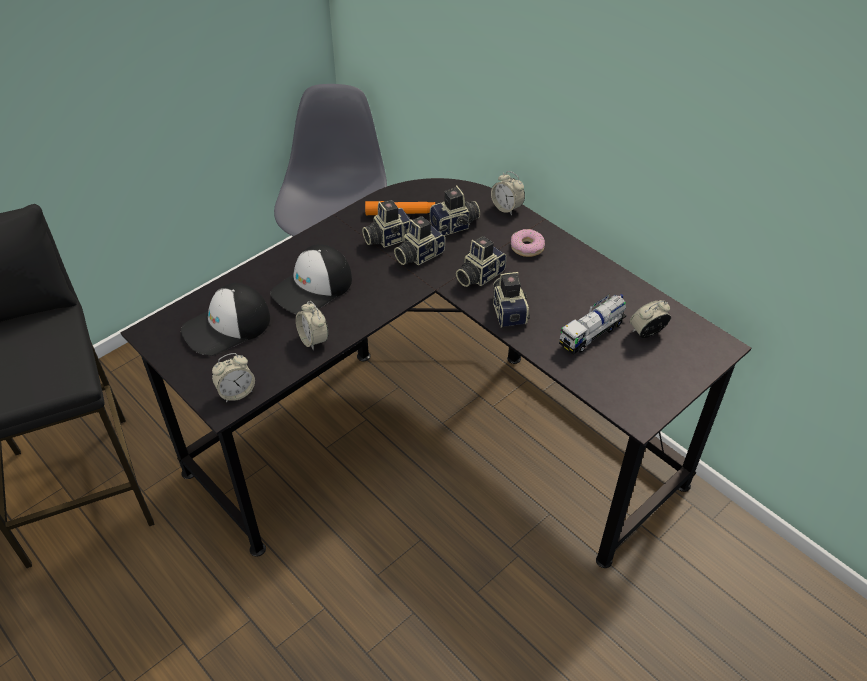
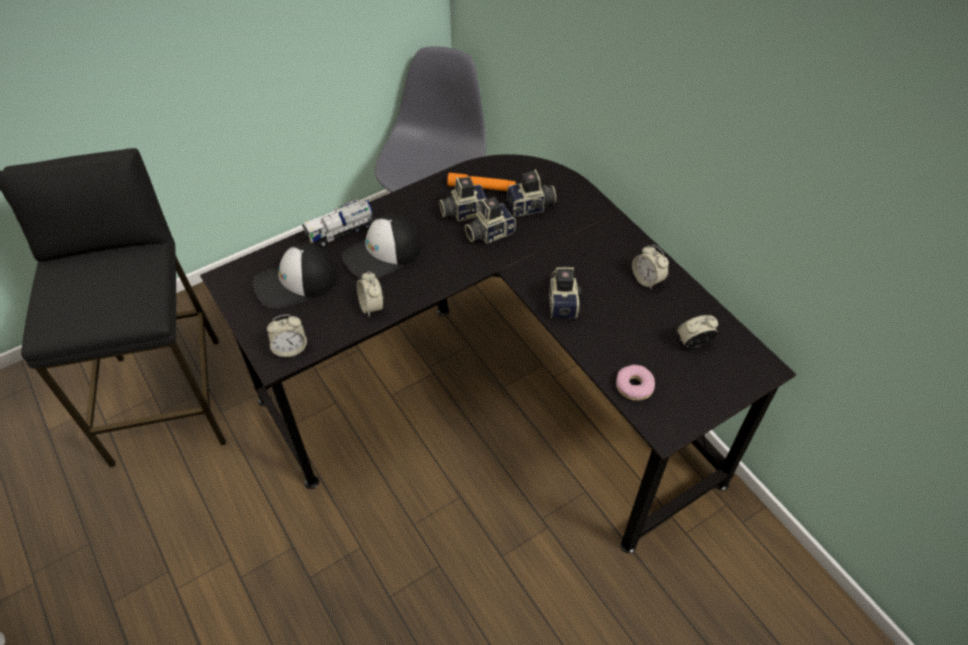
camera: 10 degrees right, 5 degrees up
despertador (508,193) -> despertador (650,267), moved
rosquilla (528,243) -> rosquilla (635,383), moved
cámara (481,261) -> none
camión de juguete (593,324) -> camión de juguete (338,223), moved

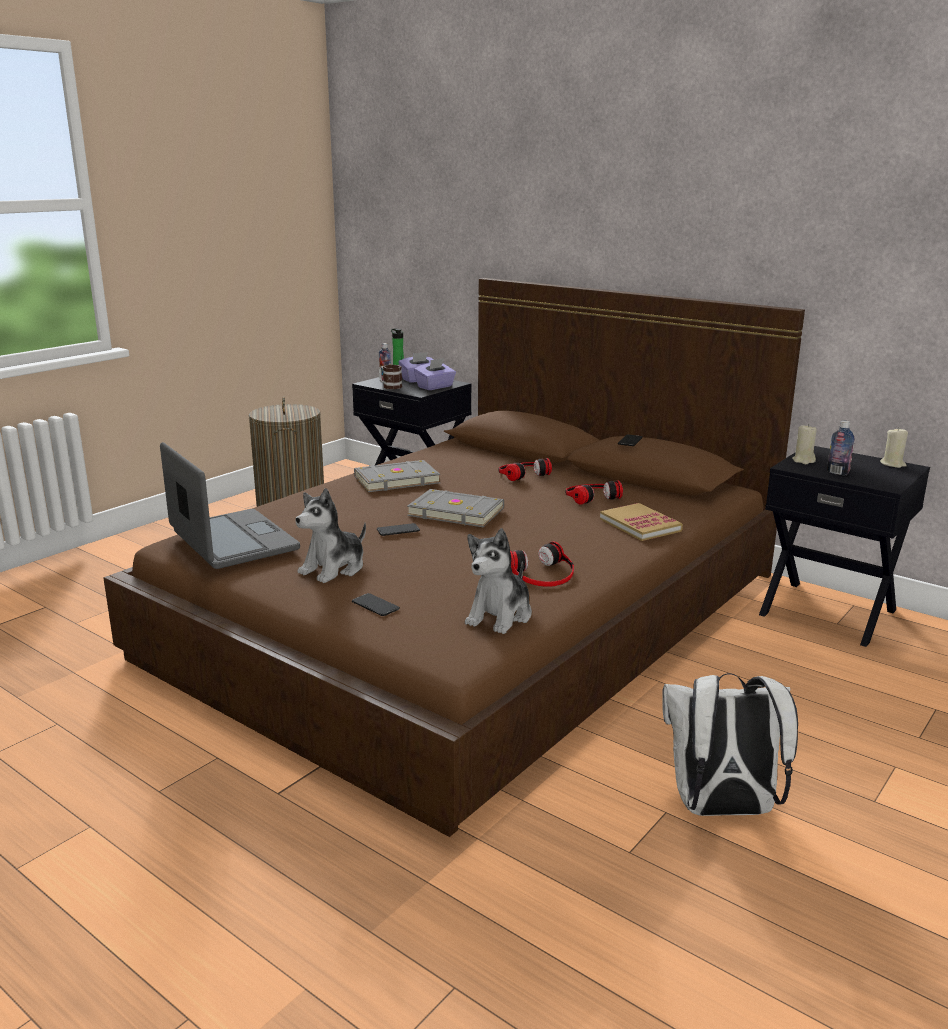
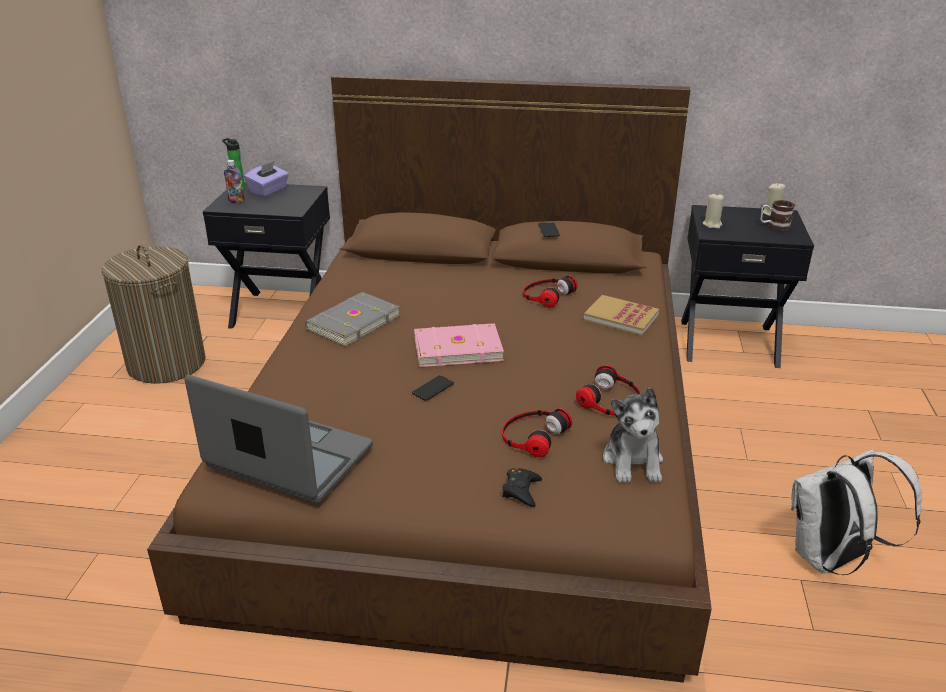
camera: 30 degrees left, 10 degrees up
caja de pañuelos/morado (435,374) -> none
taza grande (390,377) -> taza grande (777,215), moved
botella (841,448) -> none
auriculares (525,469) -> auriculares (537,432), moved
peluche (330,535) -> none
libro/gris (455,508) -> libro/rosa (459,345)
móvil (376,604) -> mando de consola/negro (522,487)

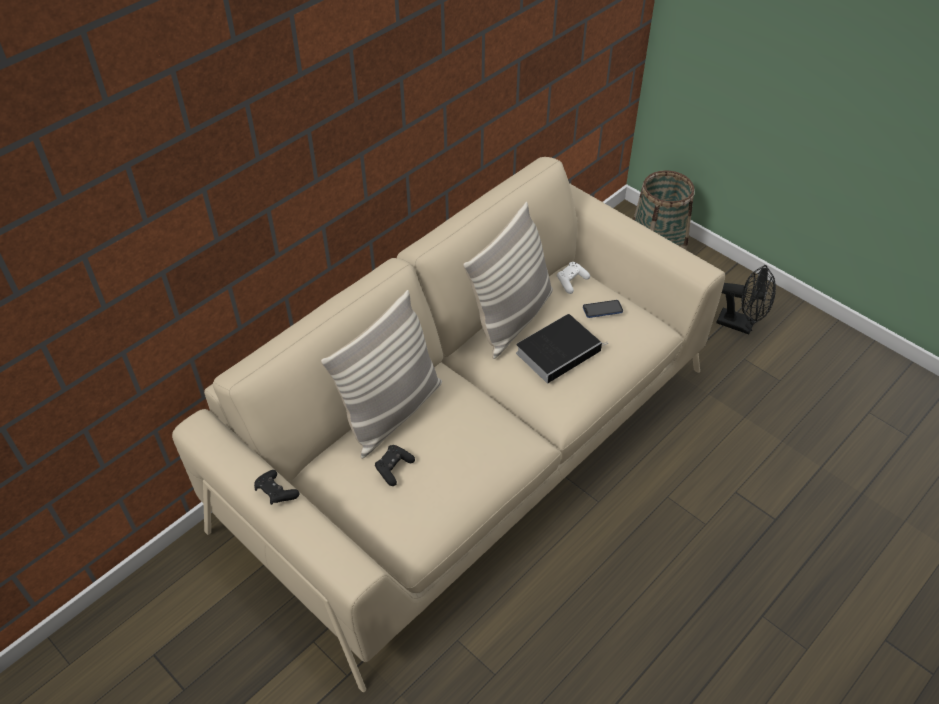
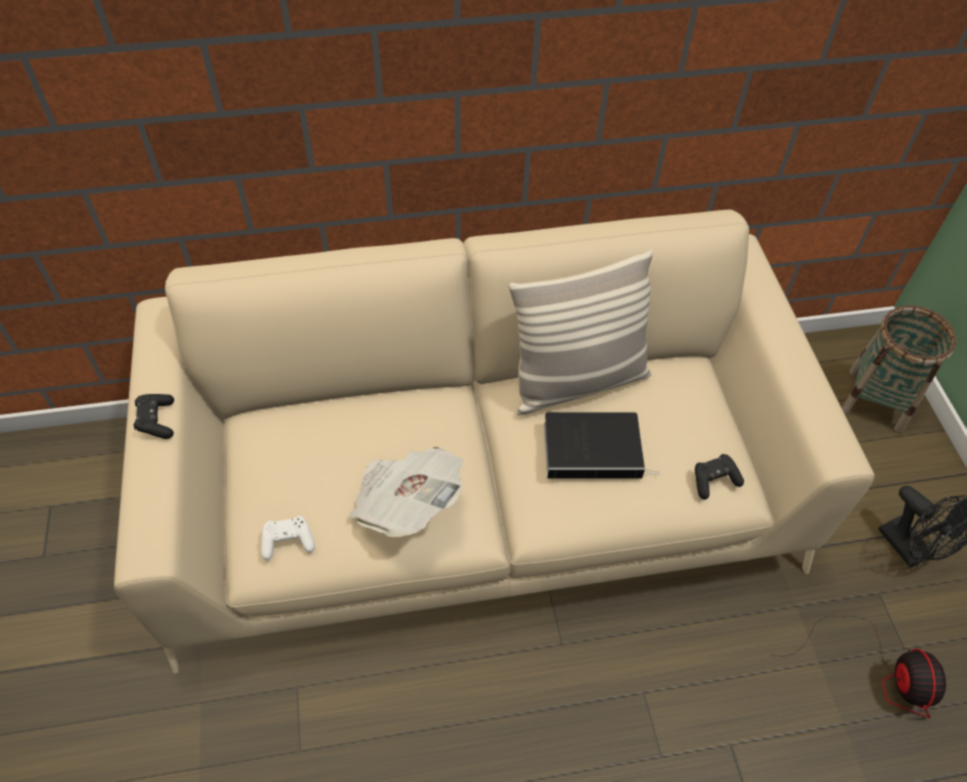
camera: 35 degrees right, 5 degrees up
mando de consola/blanco (573,278) -> mando de consola/blanco (288,537), moved
cojín (381,374) -> none
móvil (603,309) -> none
mando de consola/negro (395,465) -> mando de consola/negro (719,476), moved
none -> periódico (406,492)
none -> ventilador (858,667)

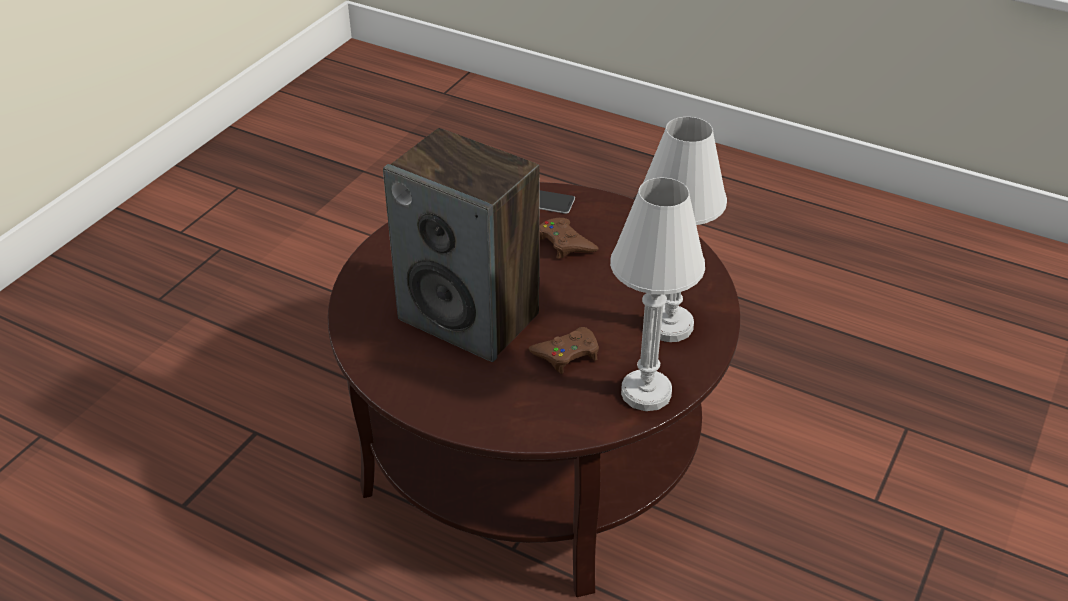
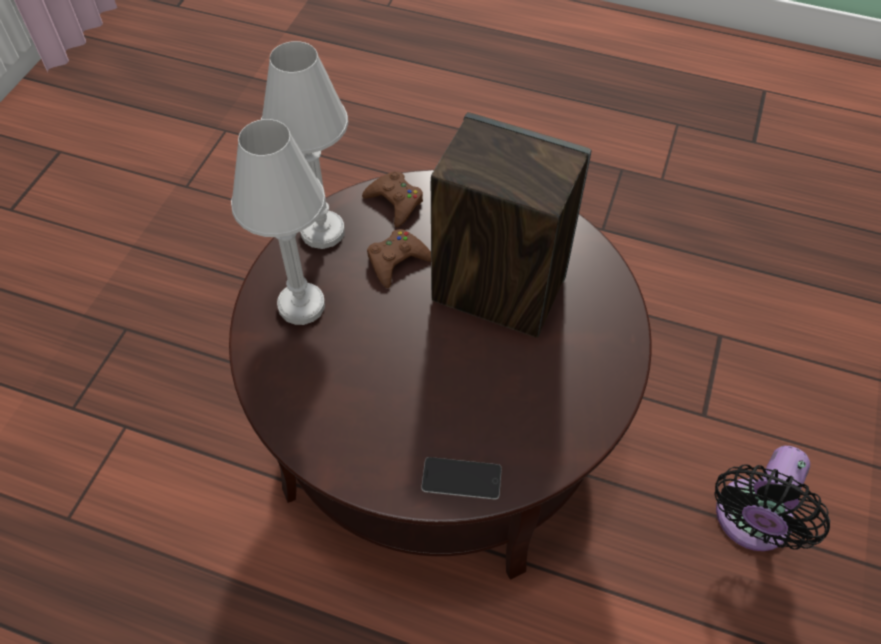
camera: 170 degrees right, 15 degrees up
mando de consola/marrón (569,238) -> mando de consola/marrón (392,199), moved
none -> ventilador/negro (772,498)

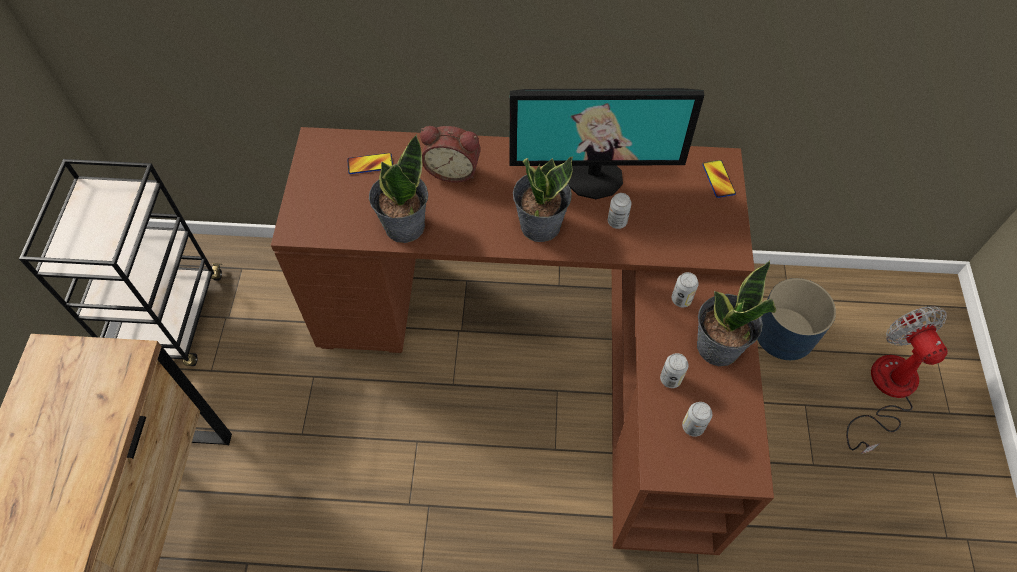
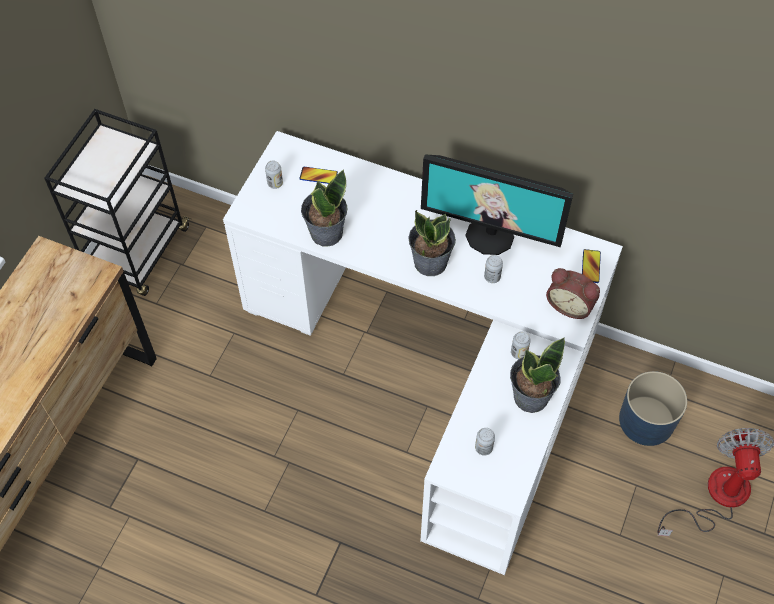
camera: 20 degrees right, 0 degrees up
despertador (450,154) -> despertador (573,293), moved
escritorio/marrón (522,341) -> escritorio/blanco (423,353)
lata (674,370) -> lata (274,174), moved

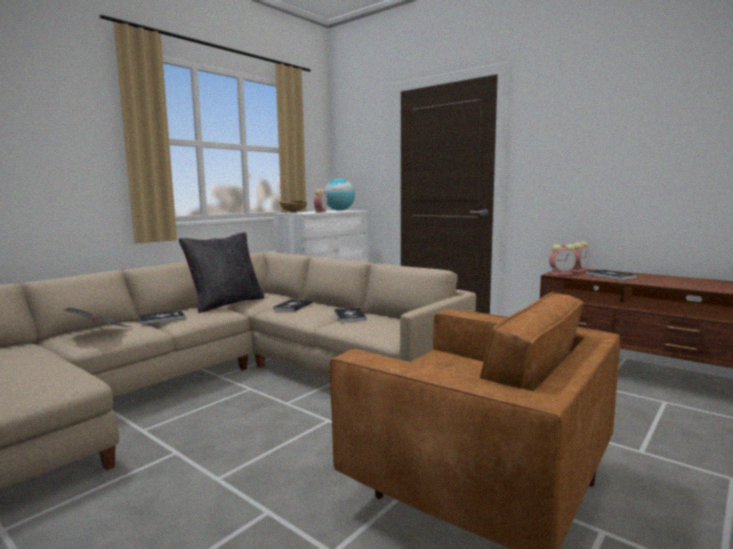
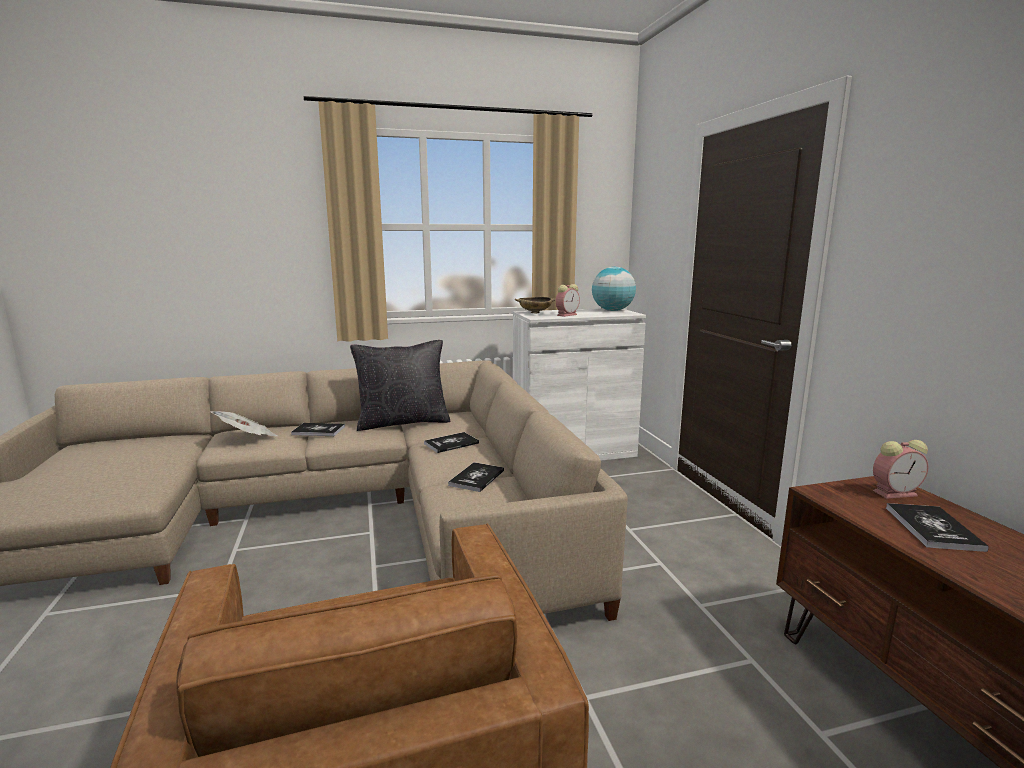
camera: 35 degrees right, 5 degrees up
despertador (562,259) -> none

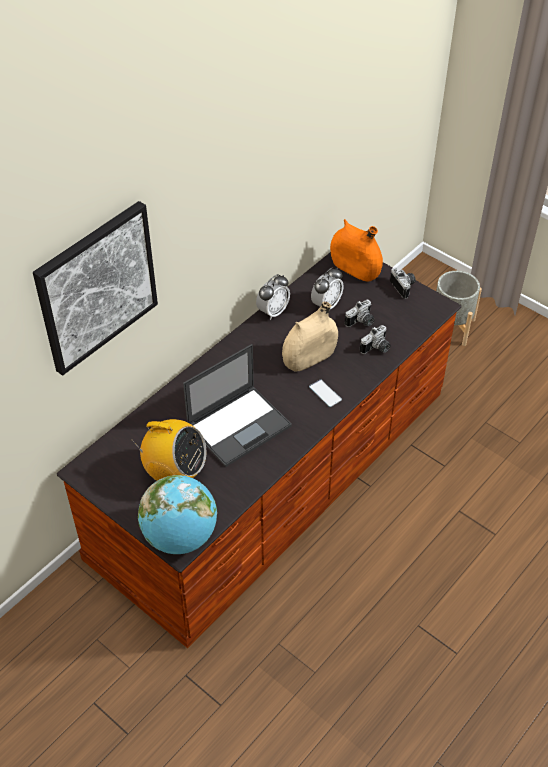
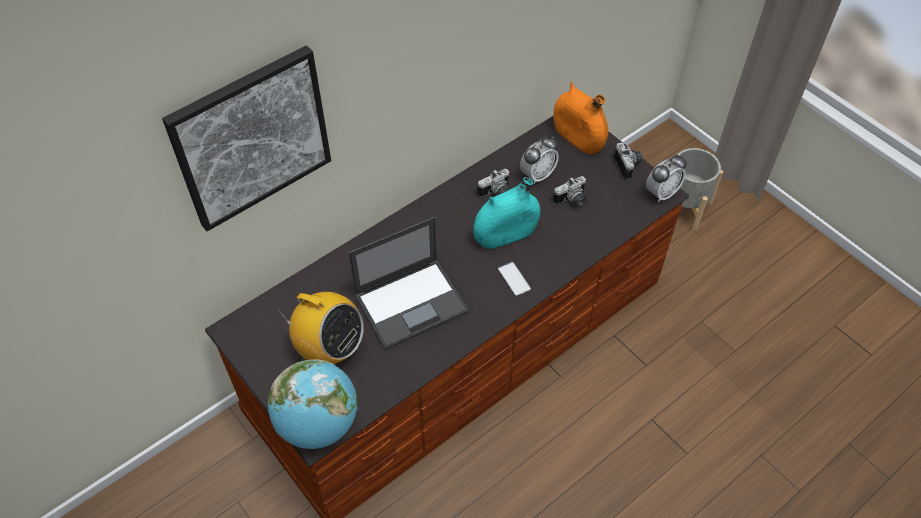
camera: 10 degrees right, 5 degrees up
despertador (273,297) -> despertador (666,179), moved
florero/beis (310,336) -> florero/turquesa (506,213)
cámara (375,339) -> cámara (493,183), moved

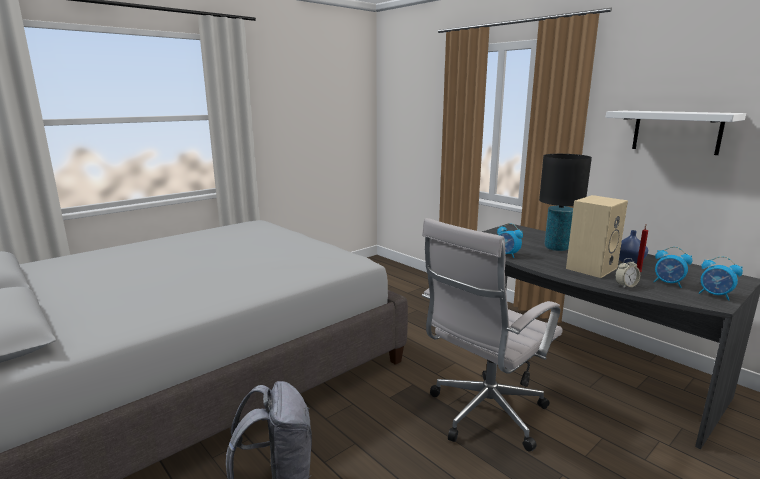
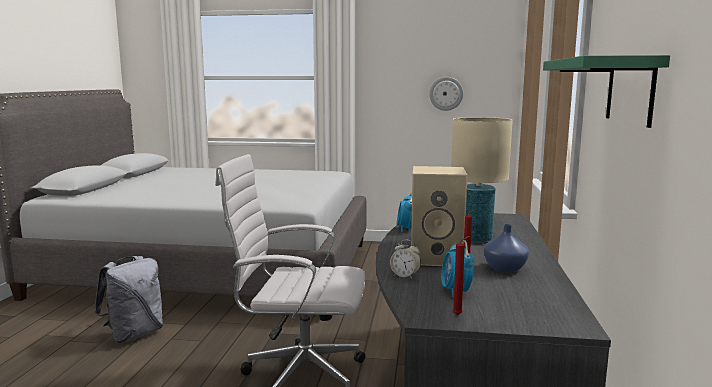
camera: 50 degrees right, 5 degrees down
estante/blanco (676,133) -> estante/verde (606,91)
lámpara de mesa/negro (565,202) -> lámpara de mesa/beis (482,180)
despertador (721,278) -> vela/rojo (461,275)
none -> reloj de pared (446,94)

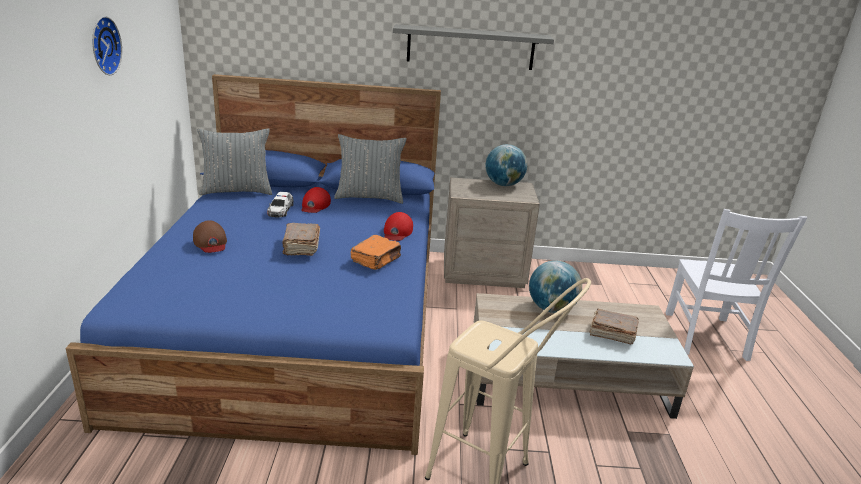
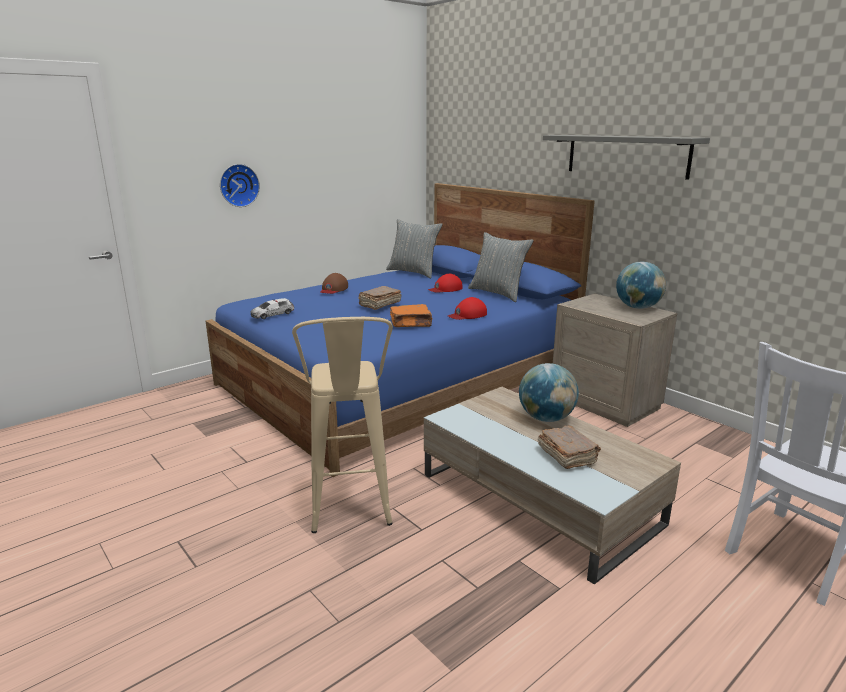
camera: 50 degrees right, 5 degrees down
reloj de pared (107,45) -> reloj de pared (240,185), moved
coche de juguete (280,204) -> coche de juguete (272,308), moved

